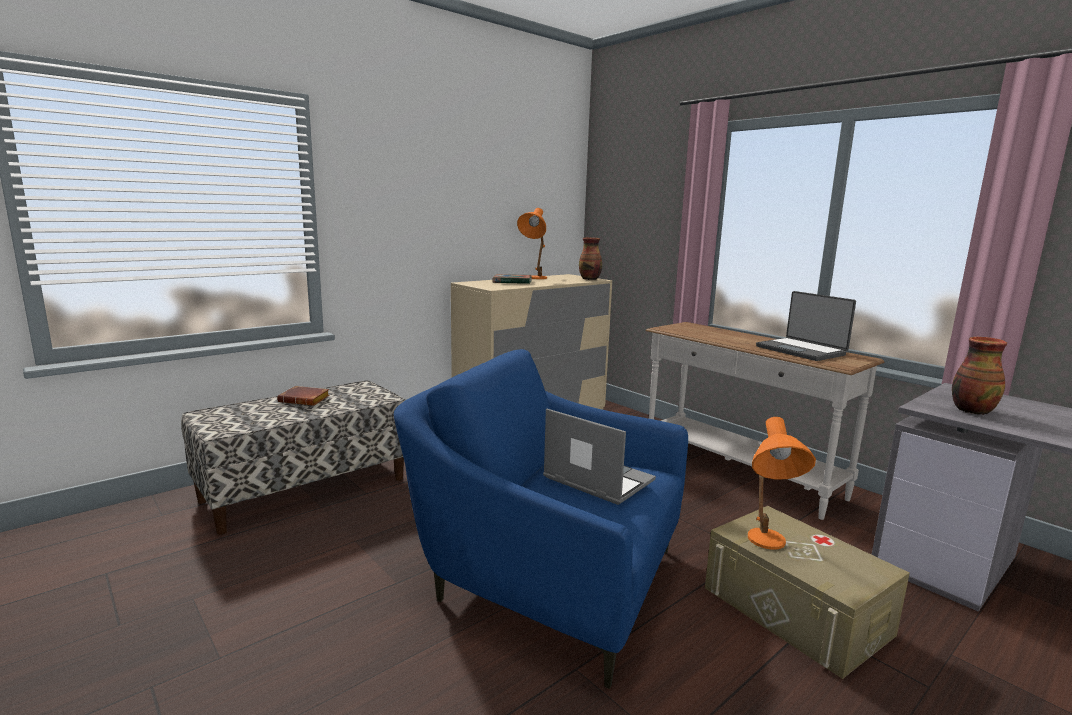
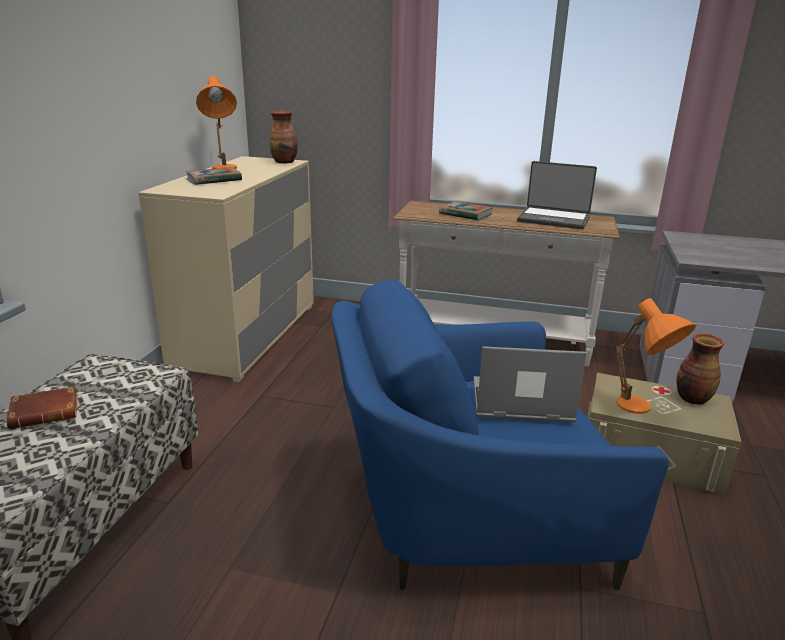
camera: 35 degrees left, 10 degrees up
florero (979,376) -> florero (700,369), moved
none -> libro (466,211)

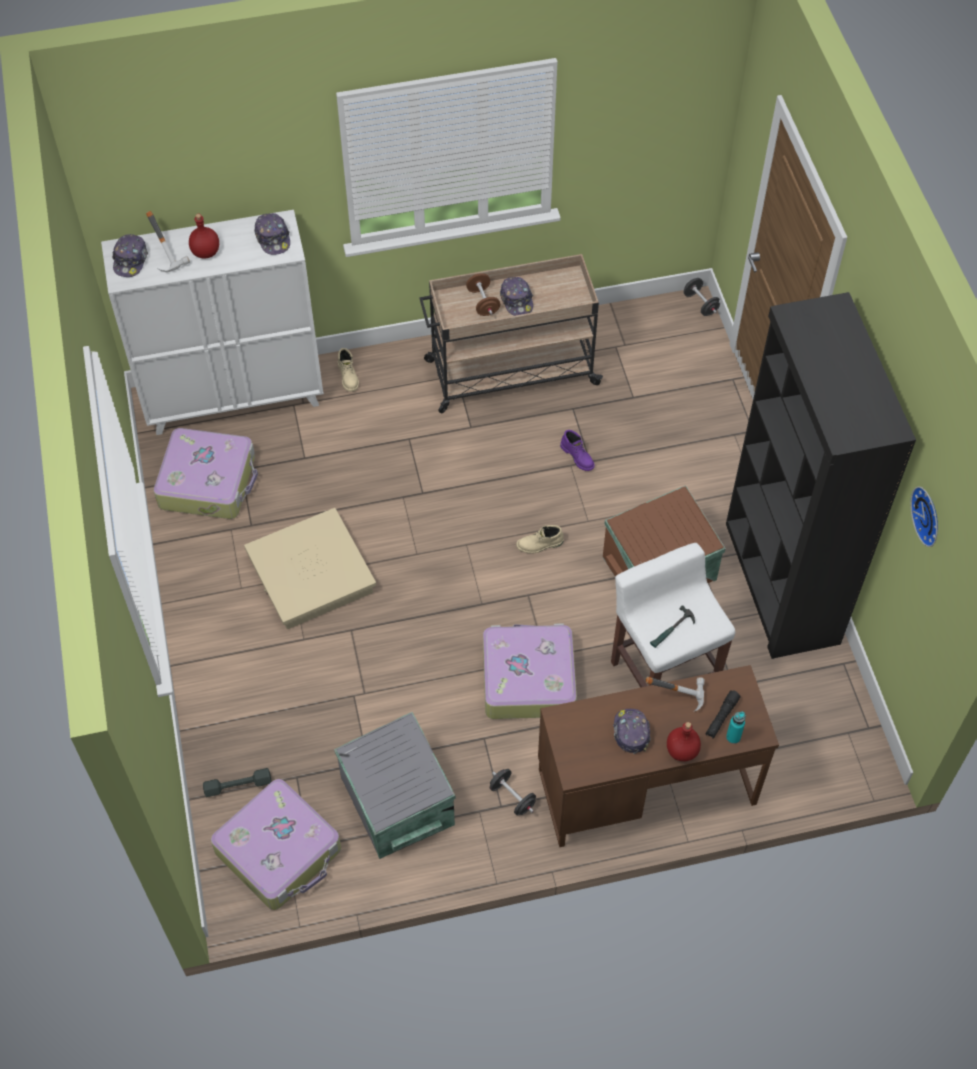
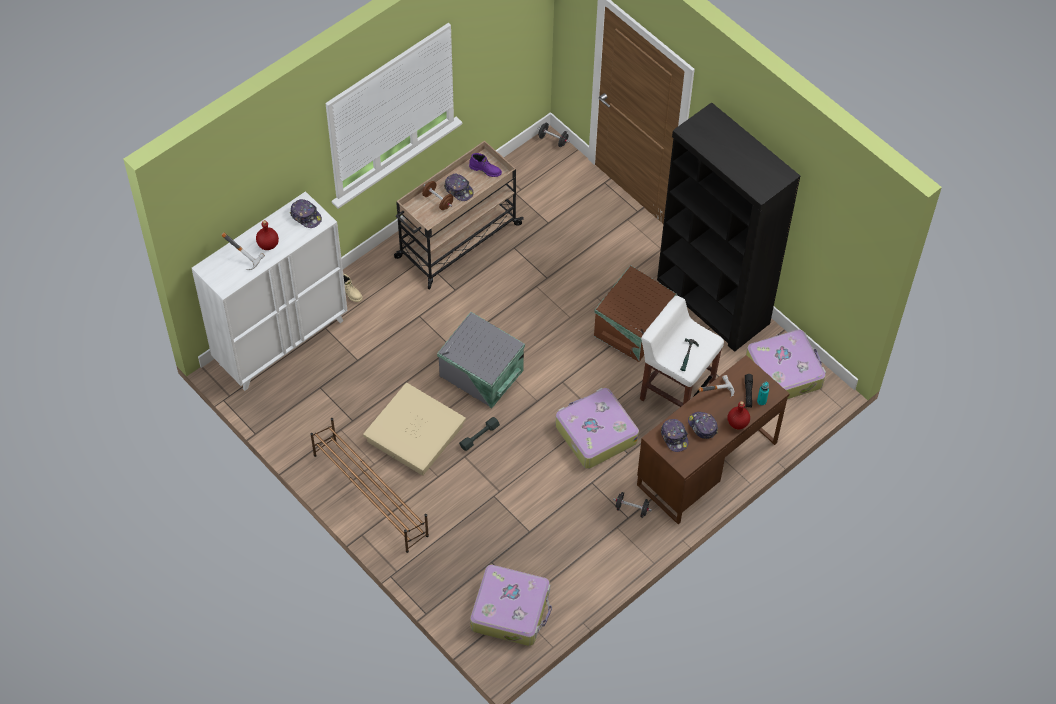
camera: 30 degrees left, 0 degrees up
gorra (130,255) -> gorra (674,435), moved
maleta (205,473) -> maleta (786,364), moved
bota/morado (577,450) -> bota/morado (485,165), moved
reloj de pared (924,516) -> none
bota/beis (540,539) -> none
caja de almacenaje/gris (394,785) -> caja de almacenaje/gris (481,360), moved
mancuerna/gris (237,782) -> mancuerna/gris (479,434), moved
none -> zapatero/marrón (369,485)

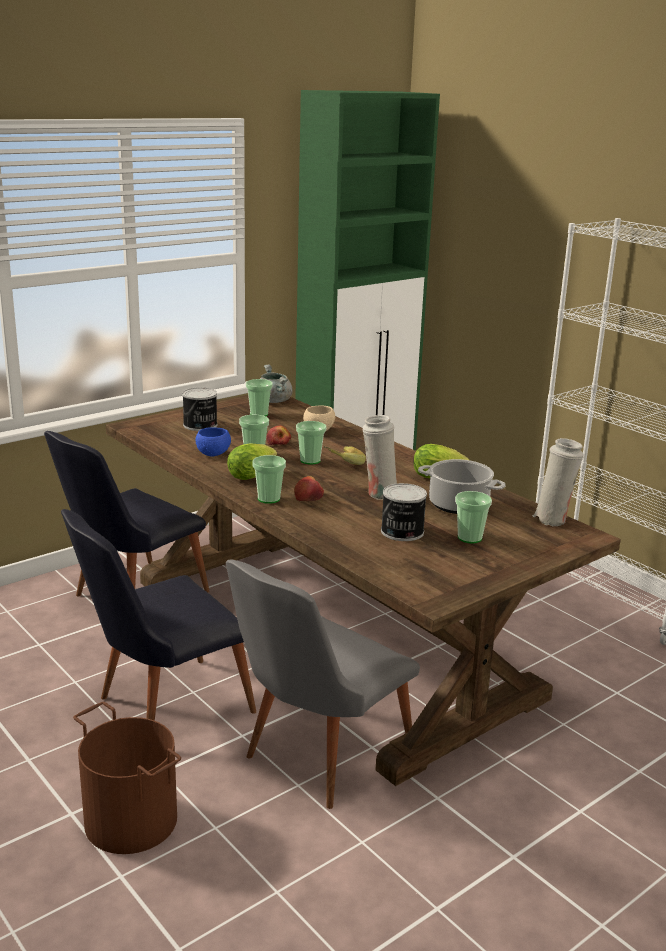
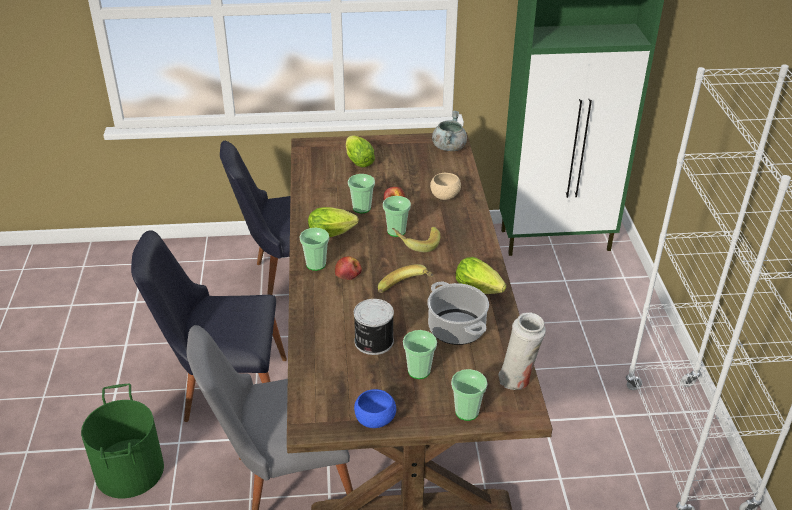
camera: 35 degrees right, 15 degrees up
taza (259,397) -> taza (469,395), moved
lata (199,409) -> lechuga (360,151)
florero/blanco (380,457) -> plátano (405,278)
cuenco/azul (213,441) -> cuenco/azul (375,408), moved
cubo/marrón (127,778) -> cubo/verde (122,441)

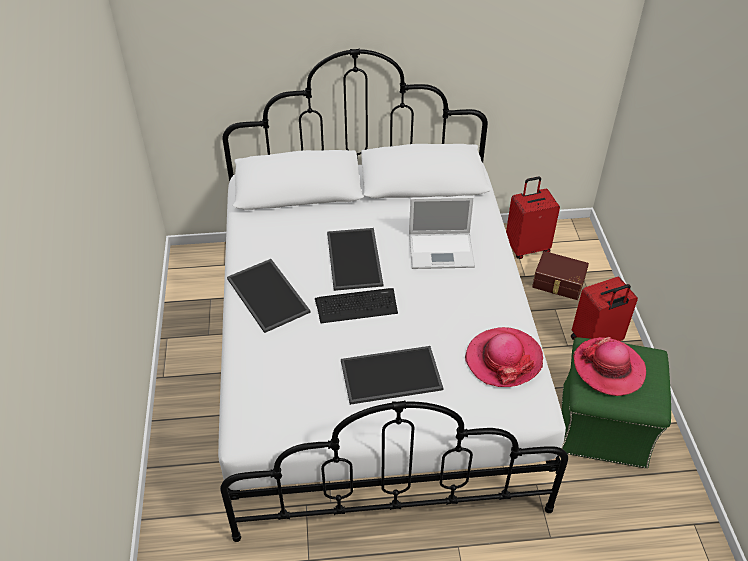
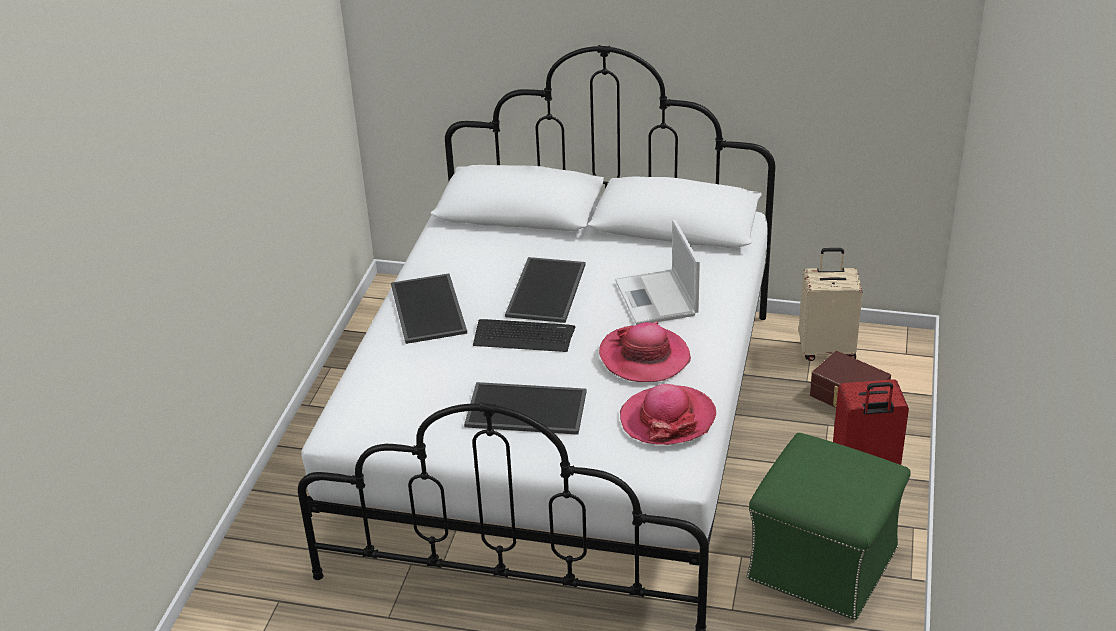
camera: 20 degrees right, 10 degrees down
maleta/rojo (533,218) -> maleta/beis (831,304)
portátil (442,232) -> portátil (657,272), 60 degrees clockwise
sombrero (609,366) -> sombrero (645,351), moved

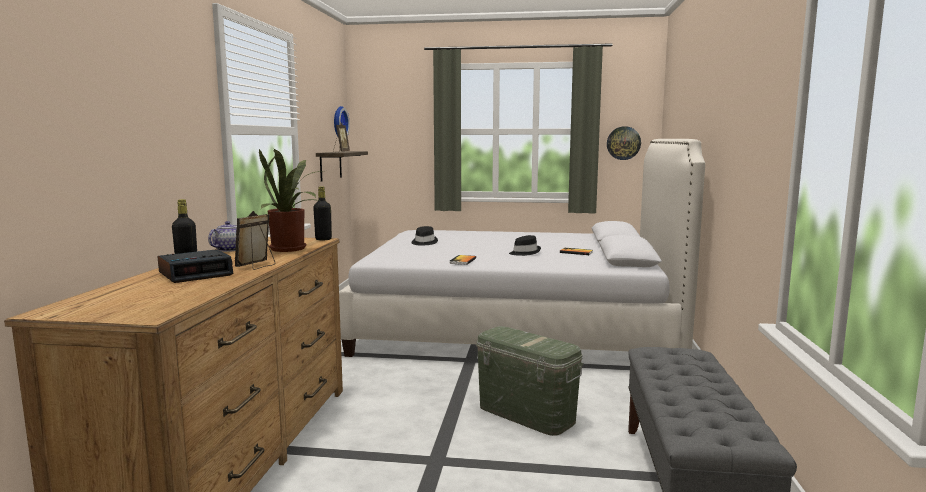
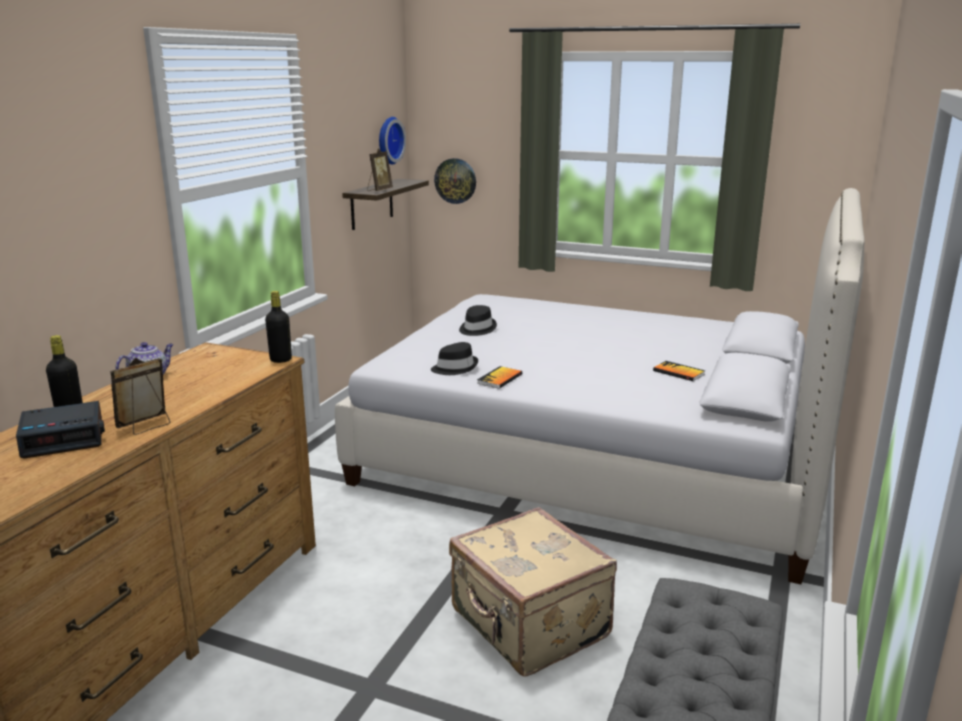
camera: 15 degrees right, 10 degrees up
reloj de pared (624,143) -> reloj de pared (455,181), moved
planta en maceta (290,200) -> none
sombrero/negro (525,245) -> sombrero/negro (454,358), moved
caja de almacenaje/verde (530,381) -> maleta/beis (533,591)

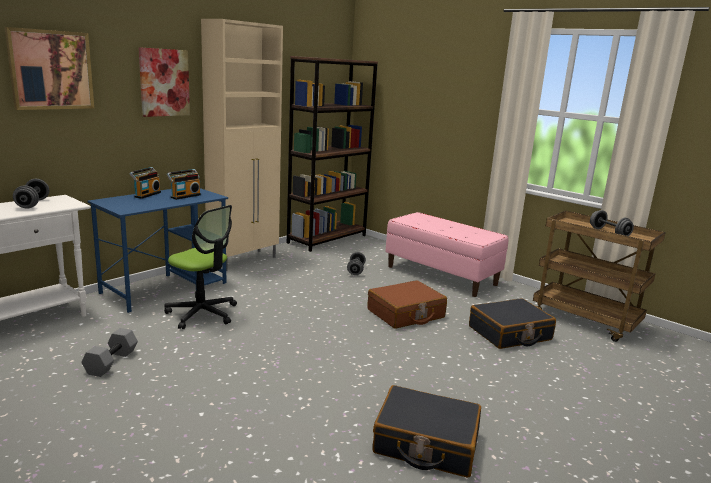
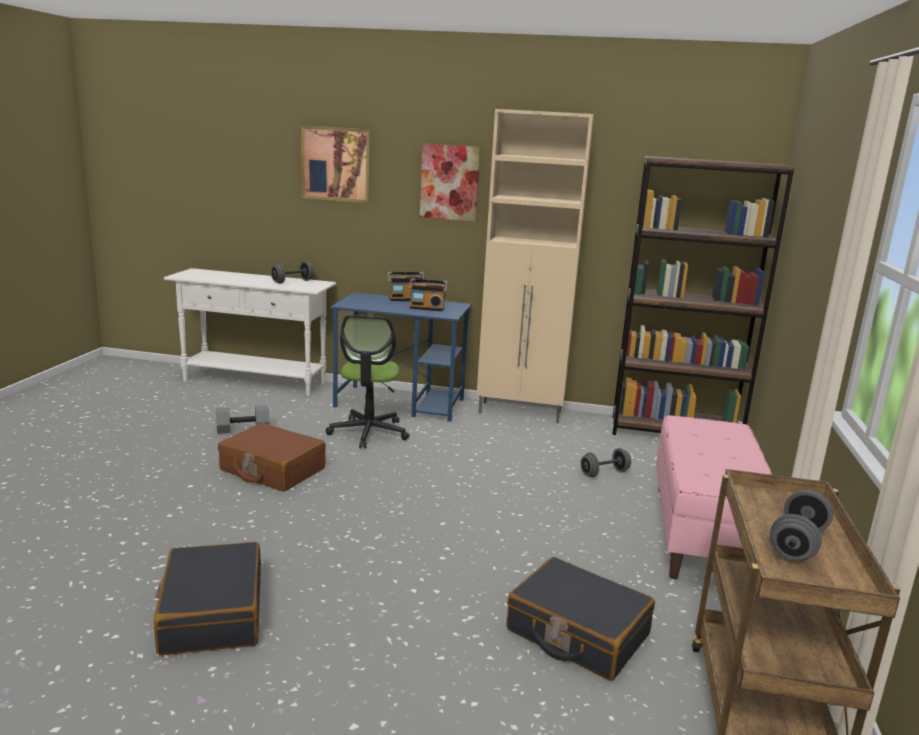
camera: 60 degrees right, 0 degrees up
maleta/marrón (407,304) -> maleta/marrón (272,457), moved

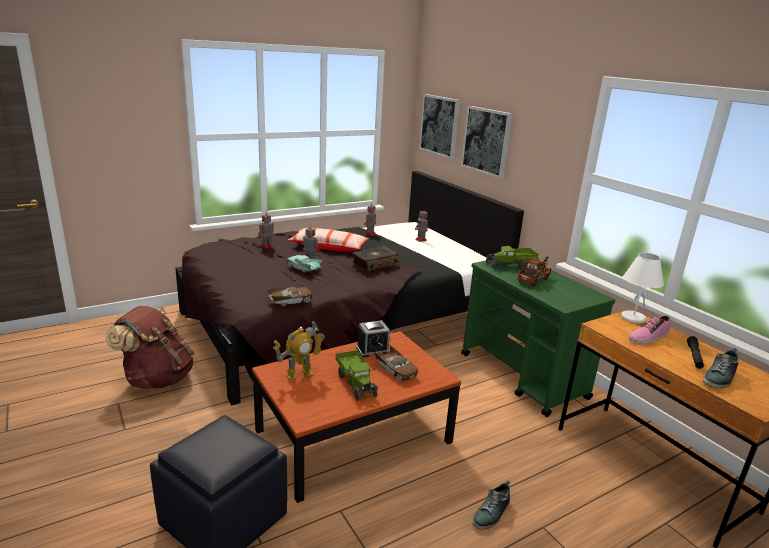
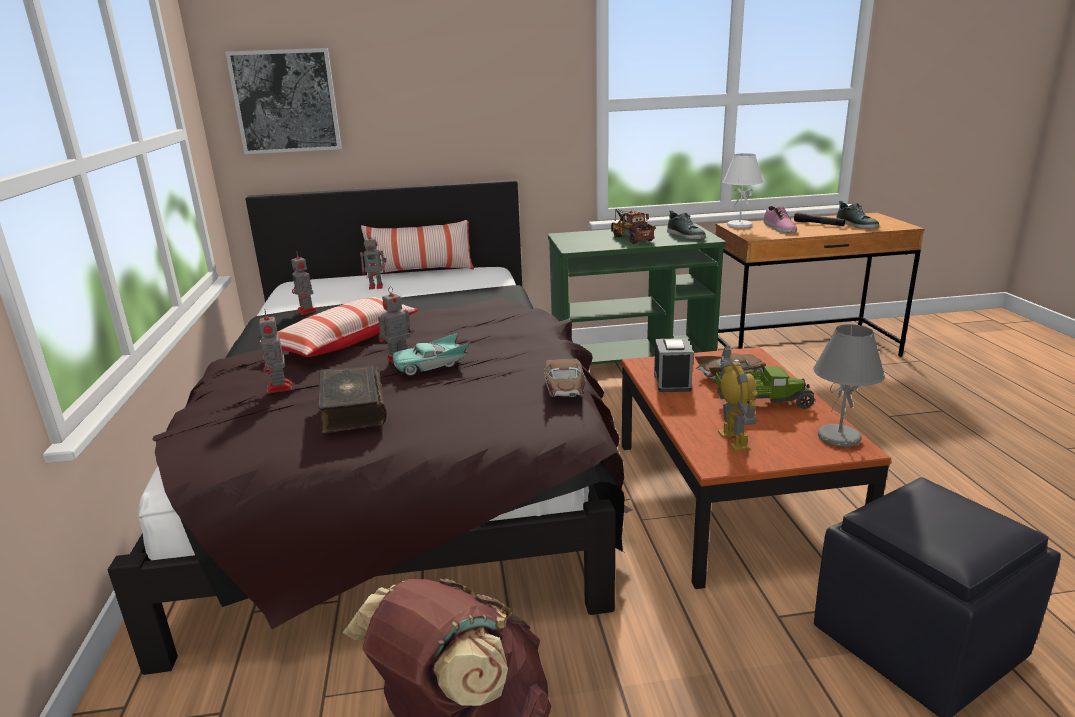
camera: 65 degrees left, 0 degrees up
cuadro (487,142) -> none
libro (376,259) -> libro (352,399), moved
camión de juguete (512,257) -> none
zapato (491,505) -> zapato (686,224), moved
none -> cojín (417,249)
none -> lámpara de mesa/gris (849,385)

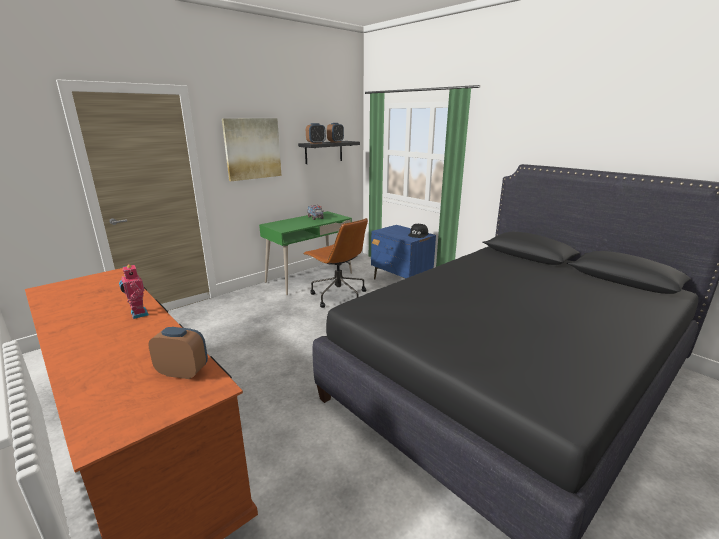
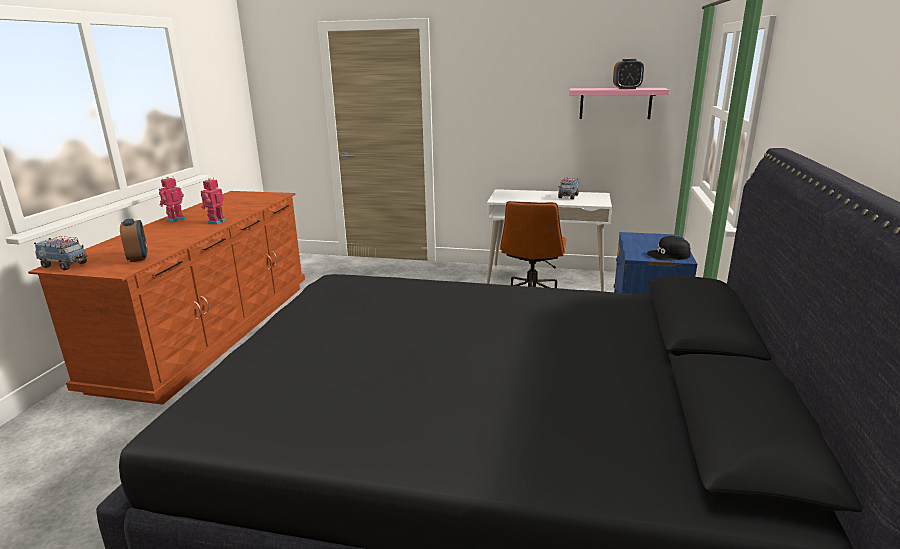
camera: 55 degrees right, 0 degrees up
cuadro (252,149) -> none
despertador (316,133) -> none
estante/negro (329,152) -> estante/rosa (619,103)
escritorio/verde (305,253) -> escritorio/blanco (549,240)
none -> robot de juguete (172,199)
none -> camión de juguete (61,253)

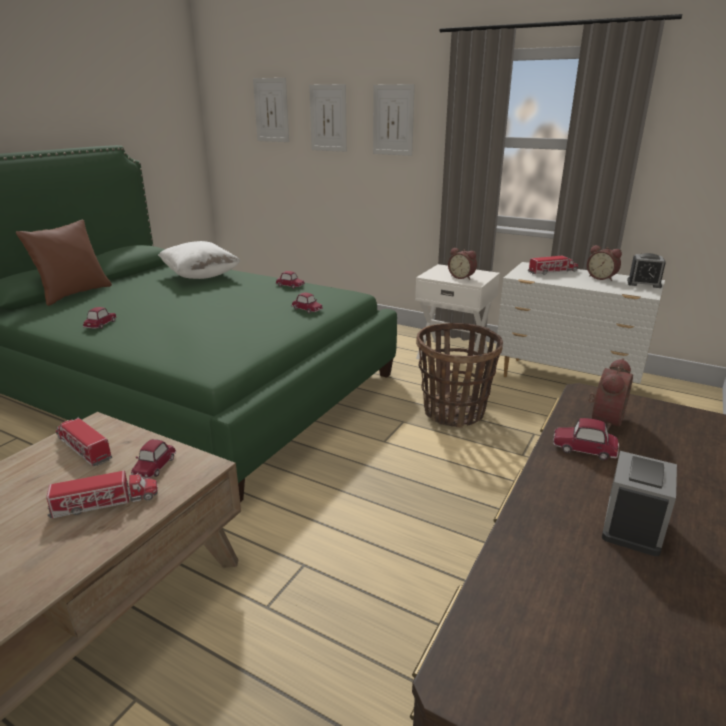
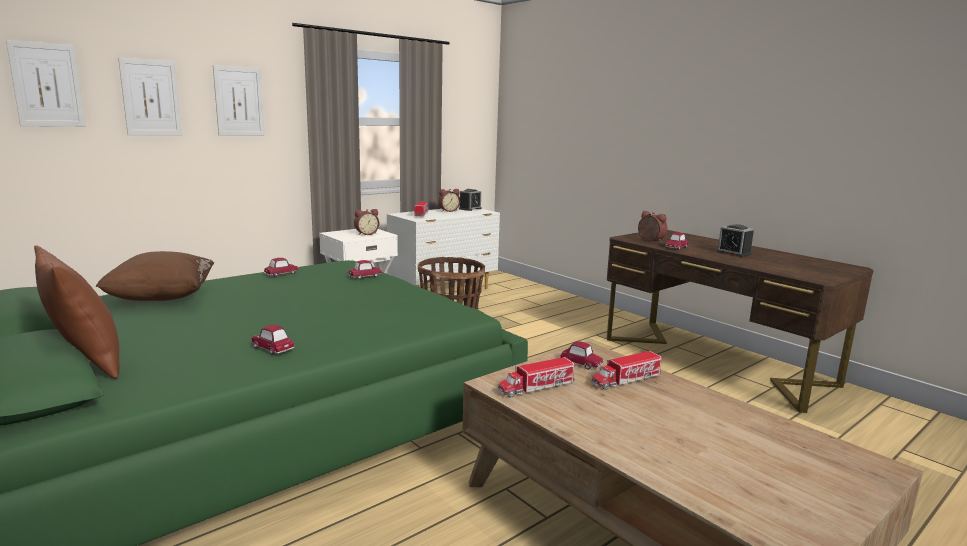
camera: 70 degrees left, 10 degrees down
cojín/blanco (199,260) -> cojín/marrón (155,276)
camión de juguete (102,494) -> camión de juguete (627,370), 120 degrees counterclockwise

